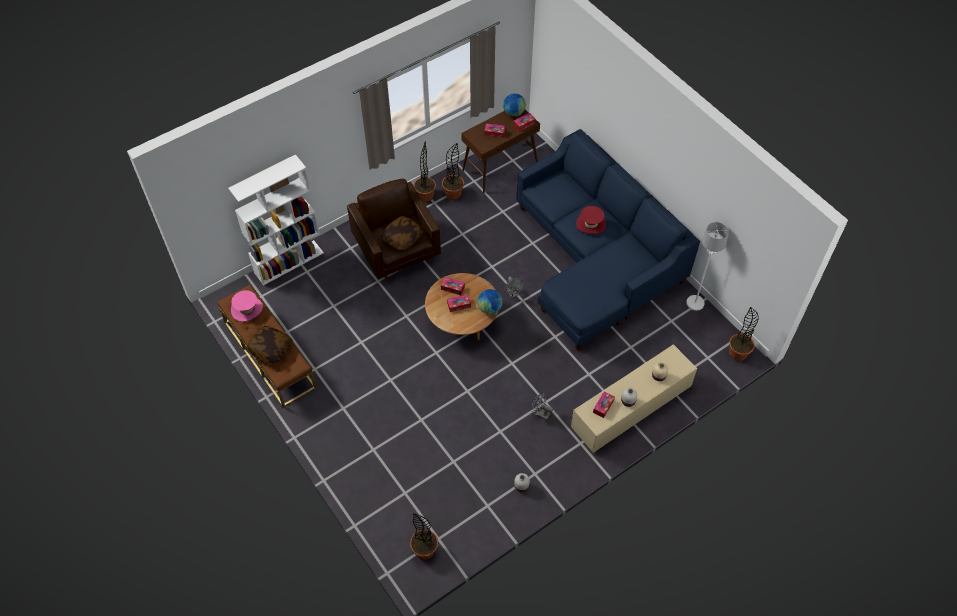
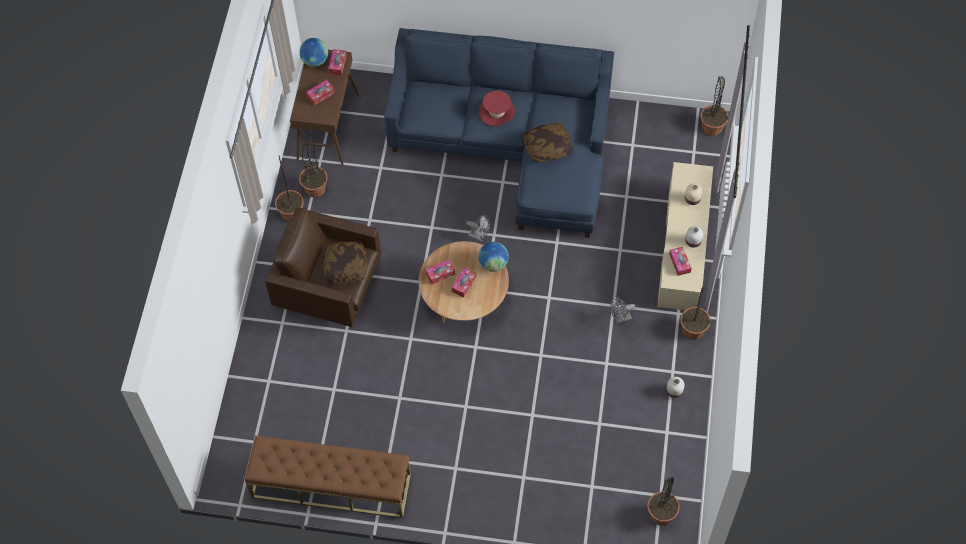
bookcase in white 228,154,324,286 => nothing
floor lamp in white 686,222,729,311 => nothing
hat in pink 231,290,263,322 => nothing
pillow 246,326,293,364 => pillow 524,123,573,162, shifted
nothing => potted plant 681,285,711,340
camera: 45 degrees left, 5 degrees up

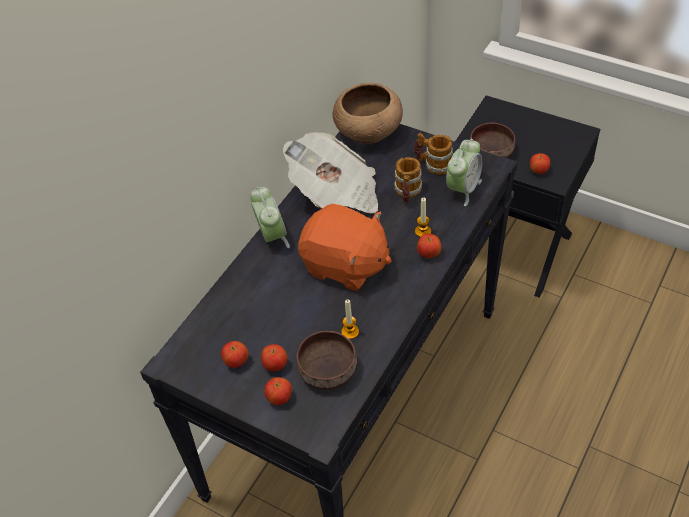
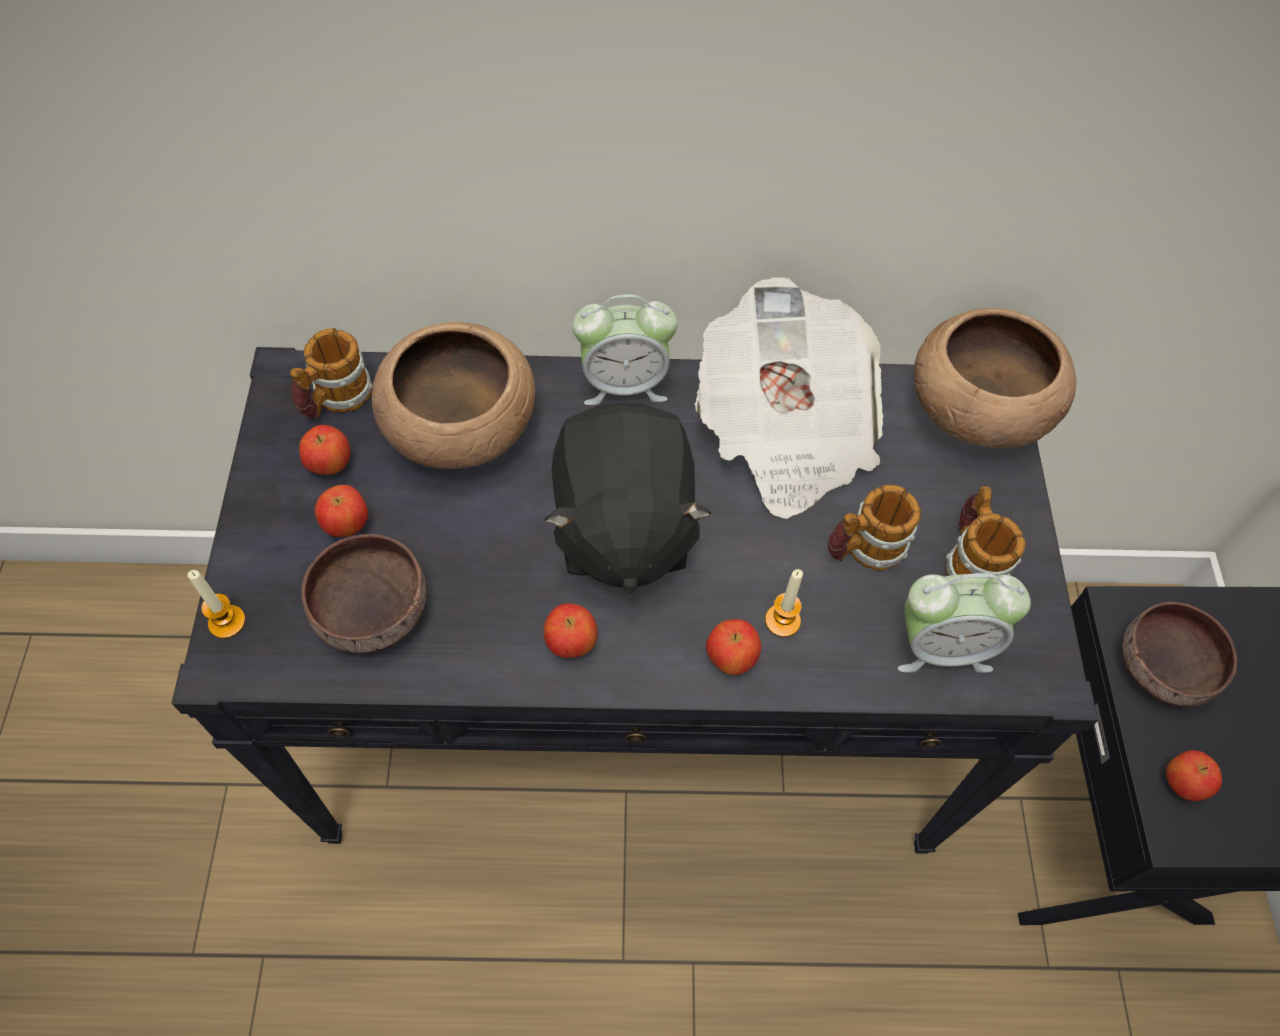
alarm clock 250,187,290,248 => alarm clock 572,294,678,405, 45 degrees clockwise
plush toy in orange 298,204,392,291 => plush toy in black 544,403,711,594
candle 341,300,359,339 => candle 187,570,246,639, shifted
apple 264,377,292,405 => apple 543,603,597,658, shifted
nothing => bowl in brown 372,322,535,469
nothing => mug 290,328,372,419
camera: 55 degrees right, 10 degrees up

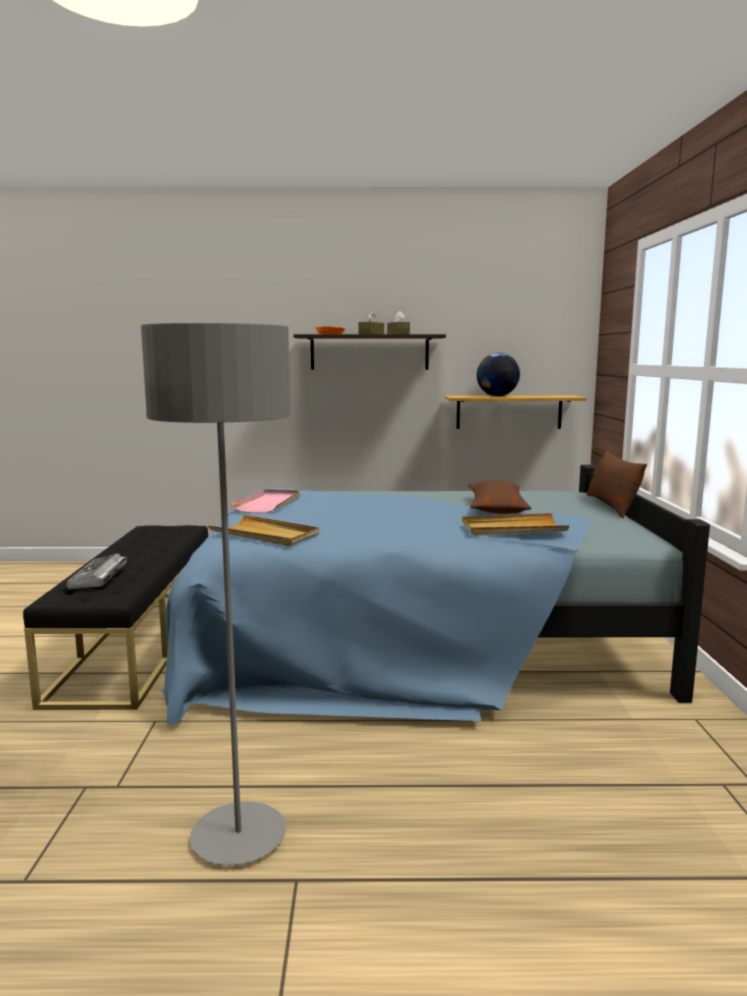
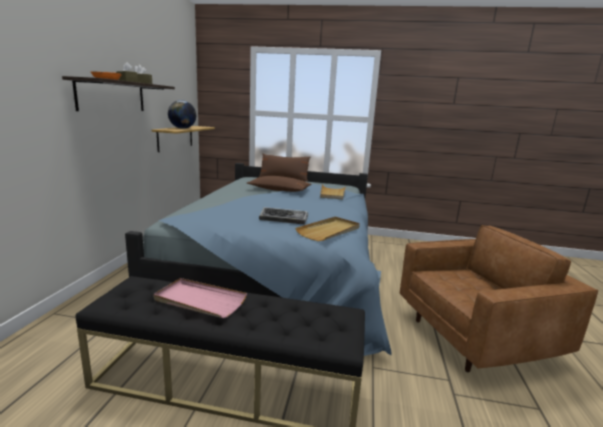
floor lamp in grey 141,323,291,865 => armchair in brown 400,225,598,372
tray in pink 231,489,300,513 => tray in pink 153,278,247,318, shifted
keyboard 66,553,127,589 => keyboard 259,207,308,225, shifted
camera: 80 degrees left, 5 degrees up

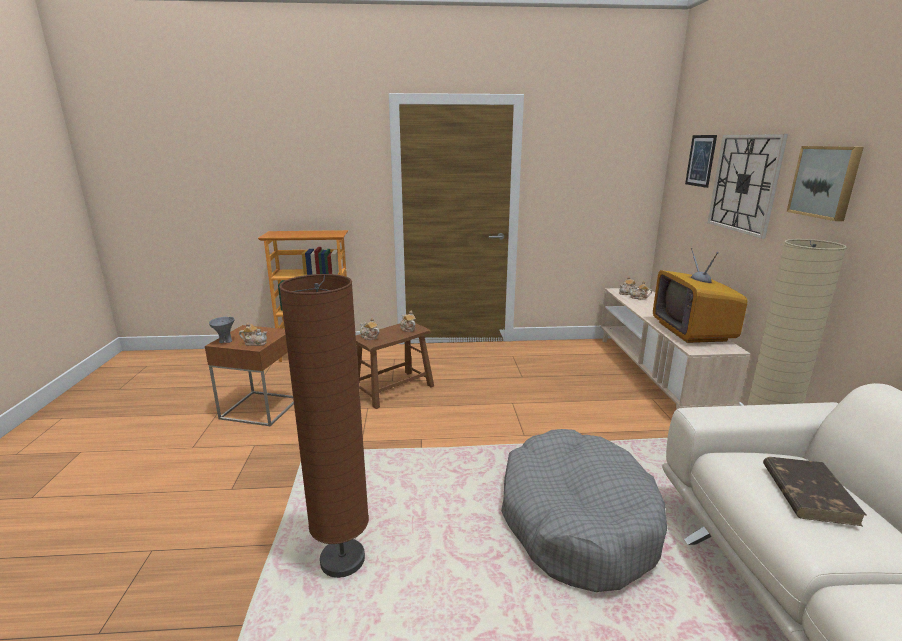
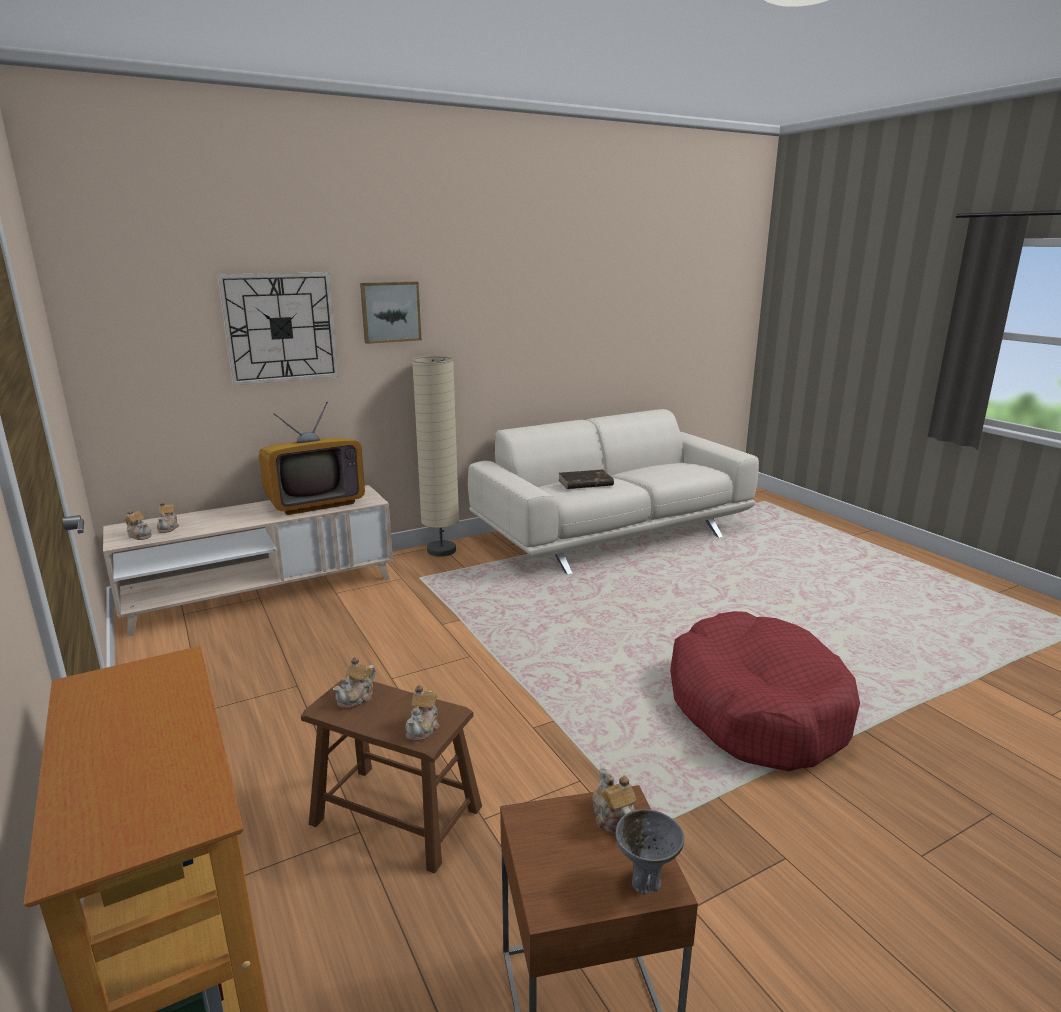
picture 685,135,717,188 => nothing
floor lamp in brown 279,274,369,578 => dog bed in red 670,611,860,771
dog bed in grey 501,429,667,592 => nothing
camera: 115 degrees left, 0 degrees up

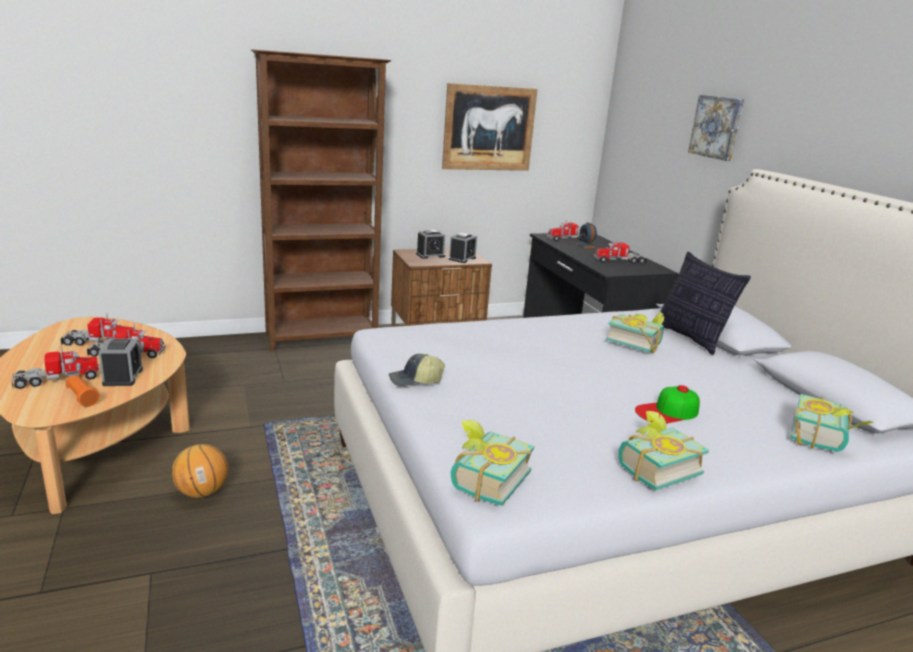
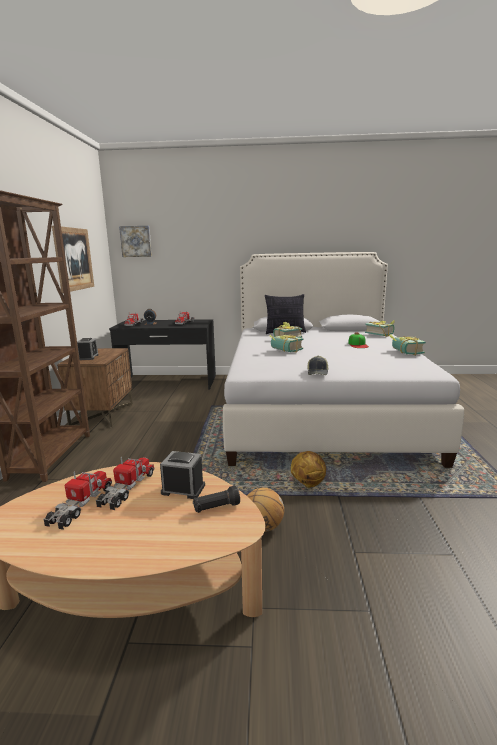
picture 688,95,744,161 => picture 119,226,152,257, shifted
alarm clock 449,233,477,263 => nothing
toy truck 11,346,100,389 => nothing
flashlight in orange 65,375,100,407 => flashlight in black 193,486,240,513
book 450,420,534,506 => book 269,335,304,353, shifted
nothing => basketball 291,451,326,488
camera: 65 degrees left, 5 degrees down

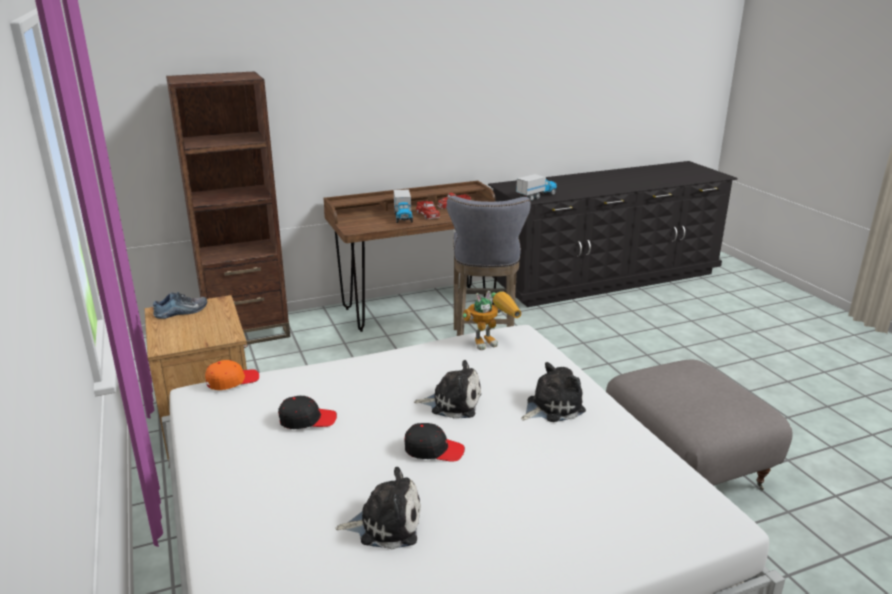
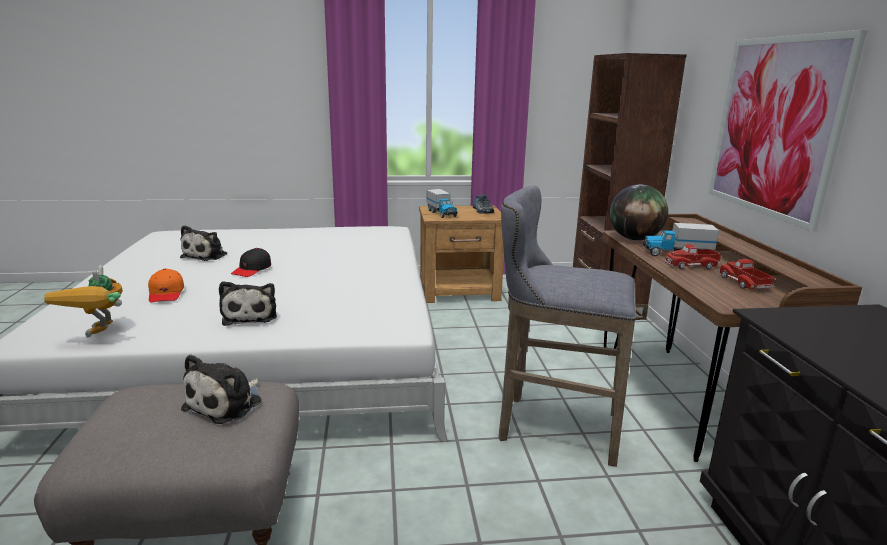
toy truck 516,174,557,201 => toy truck 426,189,457,218, shifted
toy robot 462,291,522,350 => toy robot 44,265,123,337, shifted
cap in orange 205,360,259,390 => cap in orange 148,269,184,303, shifted
plush toy 414,360,481,419 => plush toy 181,354,261,424, shifted
cap in black 278,396,337,429 => nothing
nothing => picture 709,30,867,232
nothing => globe 610,184,668,240
camera: 105 degrees right, 5 degrees down

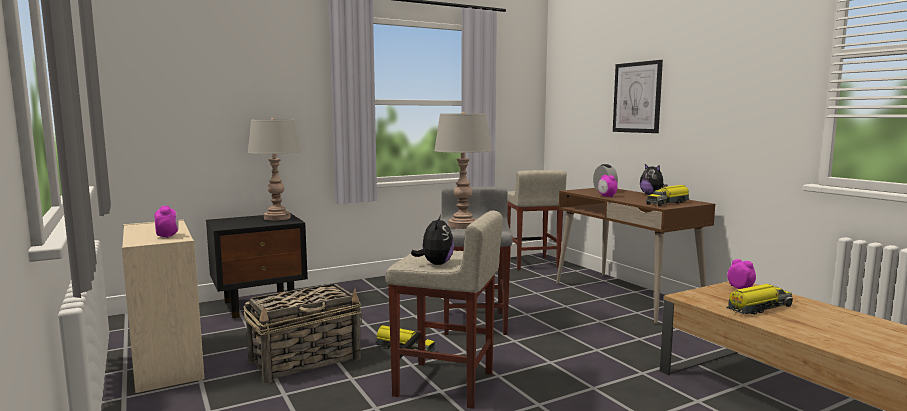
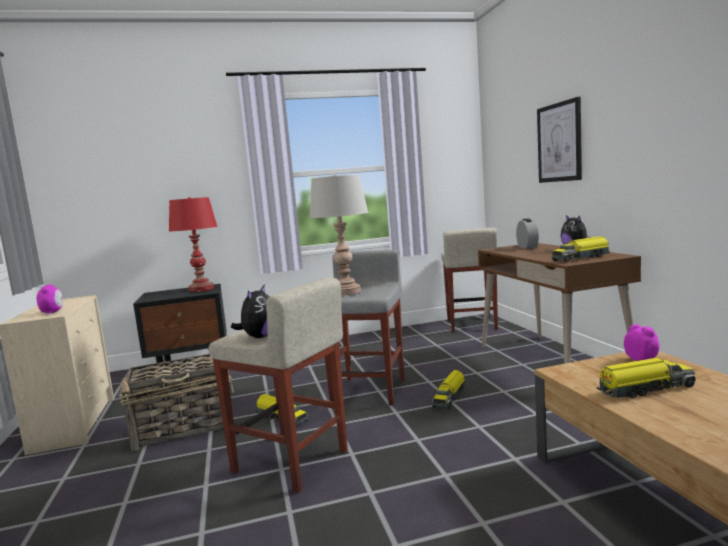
table lamp in grey 248,118,300,221 => table lamp in red 169,197,218,292
alarm clock 598,175,617,197 => nothing
nothing => toy truck 432,370,465,409
camera: 15 degrees right, 0 degrees up

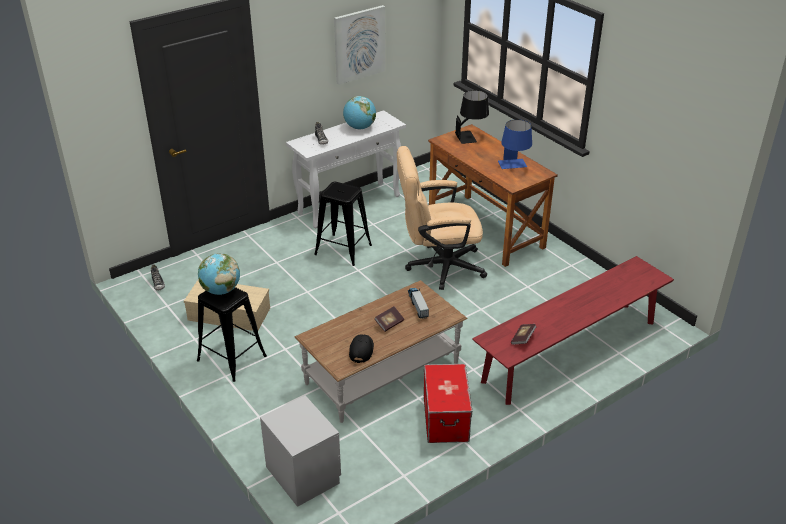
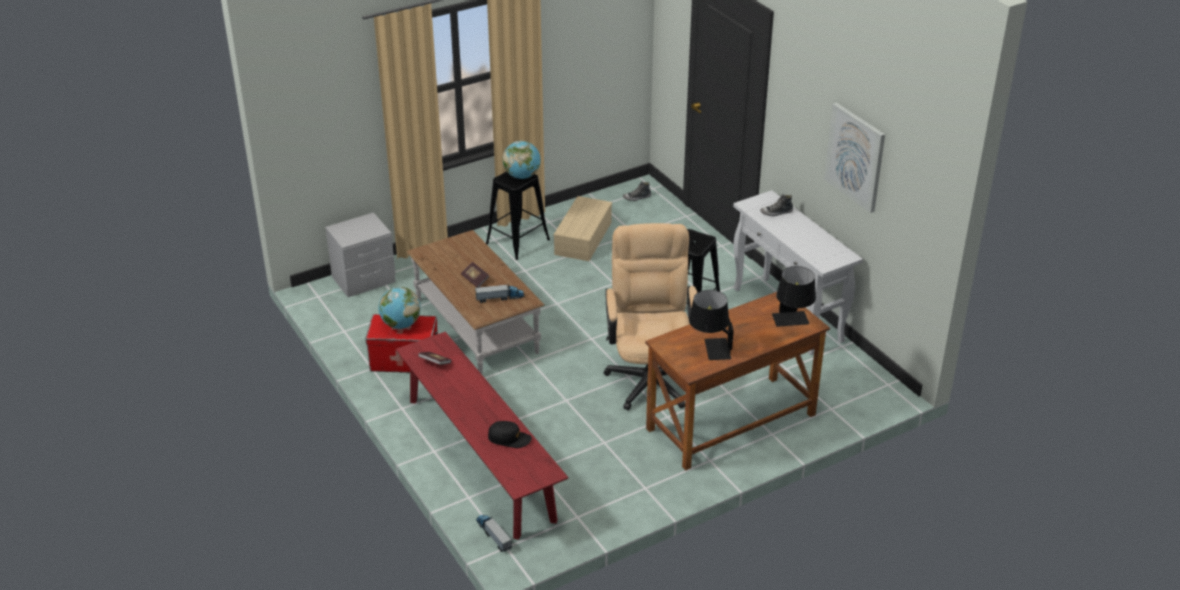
globe 343,96,376,129 => globe 379,287,421,329, shifted
table lamp in blue 498,119,532,169 => table lamp in black 689,290,734,360
cap in black 349,335,374,363 => cap in black 488,421,532,448, shifted
nothing => toy truck 476,515,512,552
camera: 95 degrees right, 0 degrees up

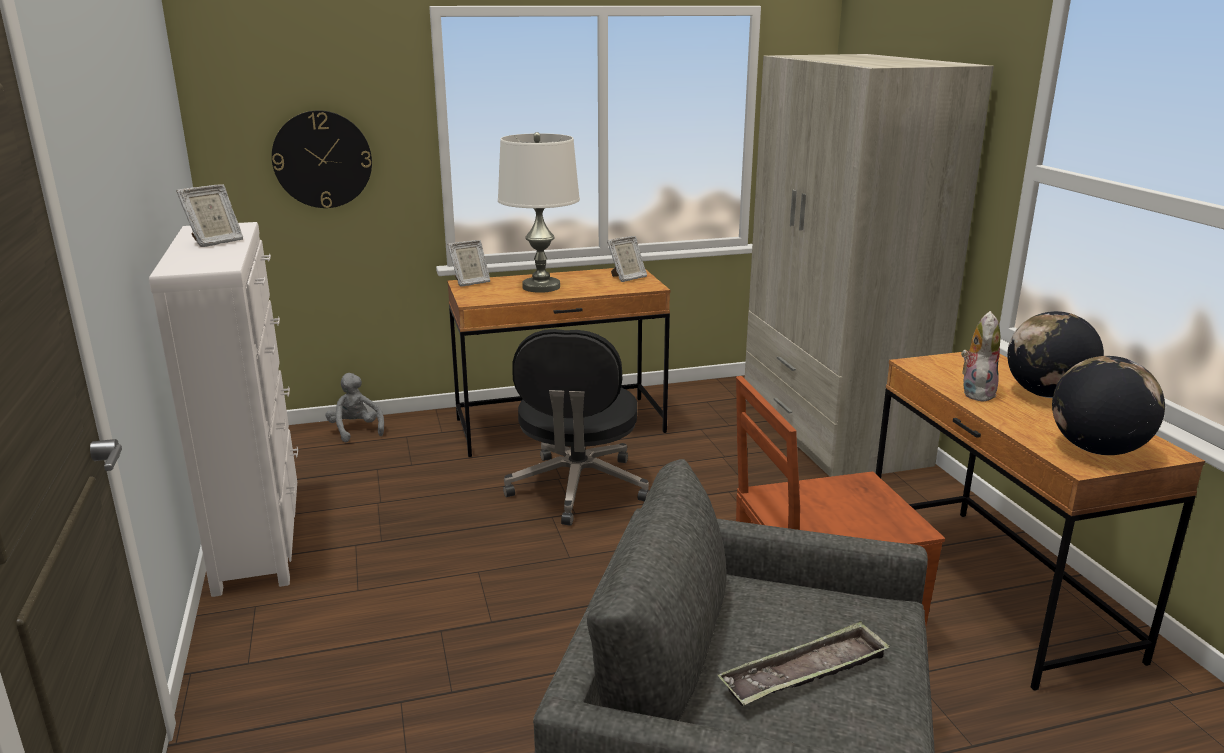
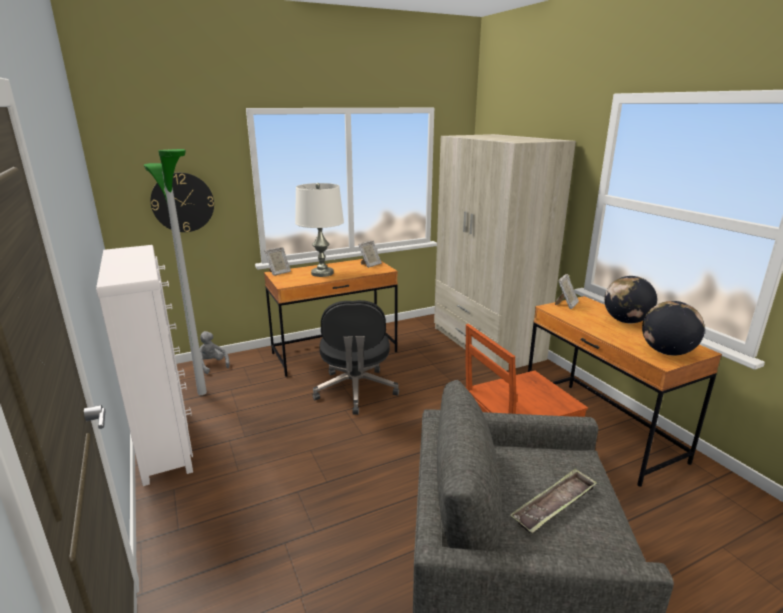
picture frame 176,184,243,247 => picture frame 555,274,579,309, shifted
plush toy 961,311,1001,401 => nothing
nothing => floor lamp 144,149,207,395
camera: 10 degrees left, 0 degrees up

